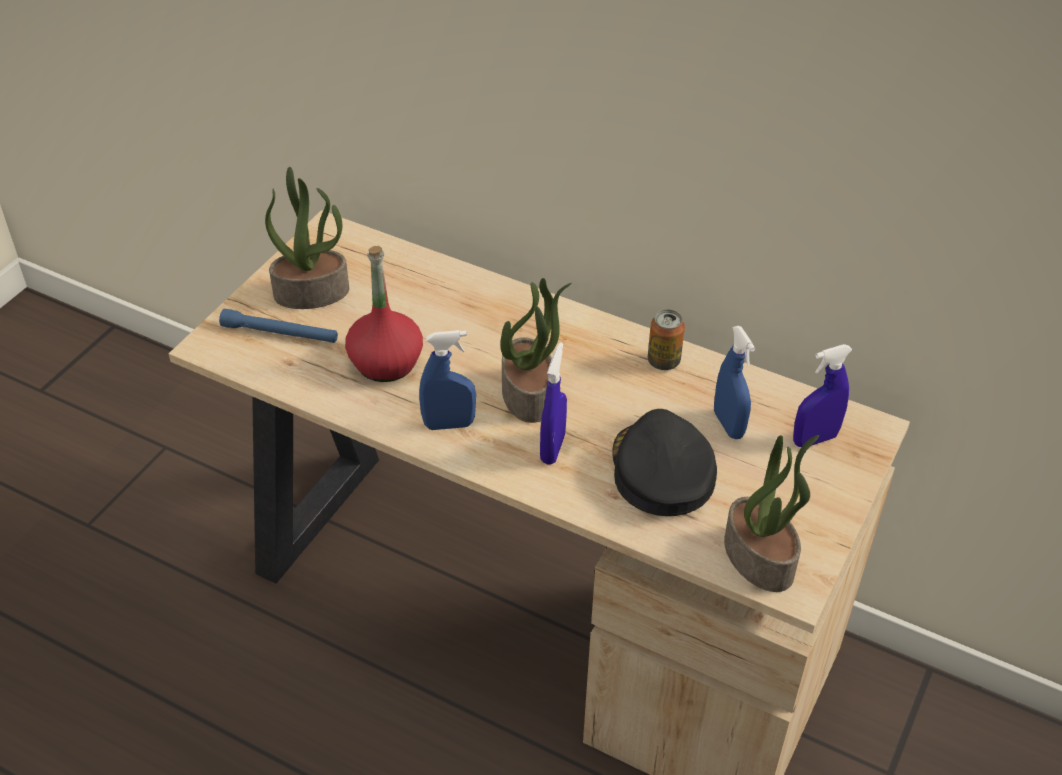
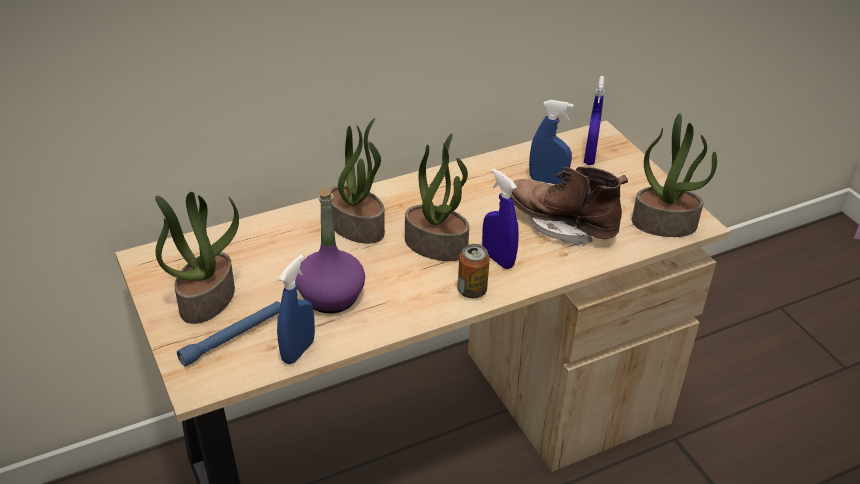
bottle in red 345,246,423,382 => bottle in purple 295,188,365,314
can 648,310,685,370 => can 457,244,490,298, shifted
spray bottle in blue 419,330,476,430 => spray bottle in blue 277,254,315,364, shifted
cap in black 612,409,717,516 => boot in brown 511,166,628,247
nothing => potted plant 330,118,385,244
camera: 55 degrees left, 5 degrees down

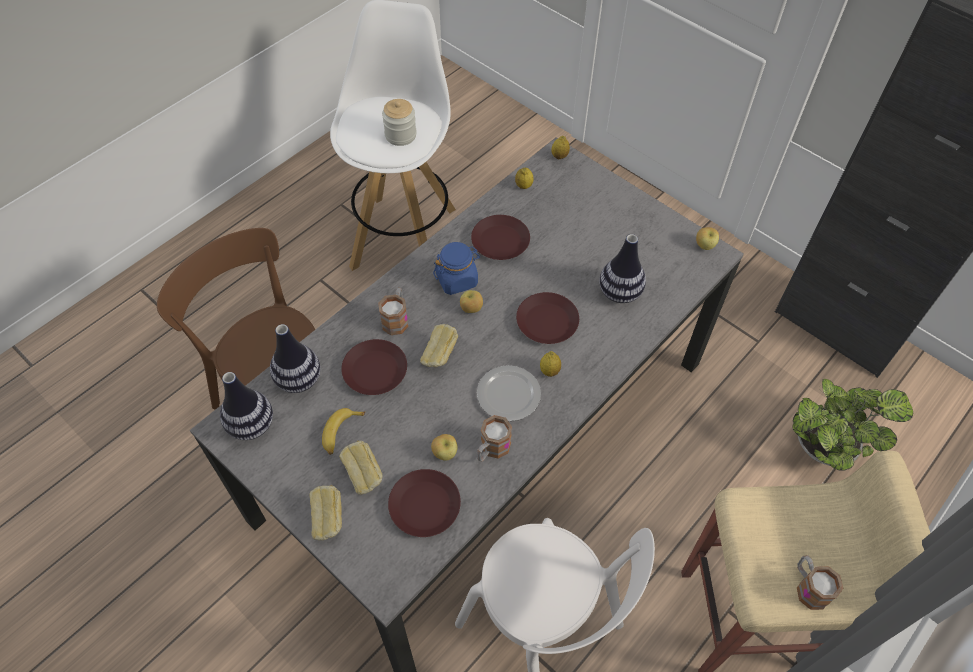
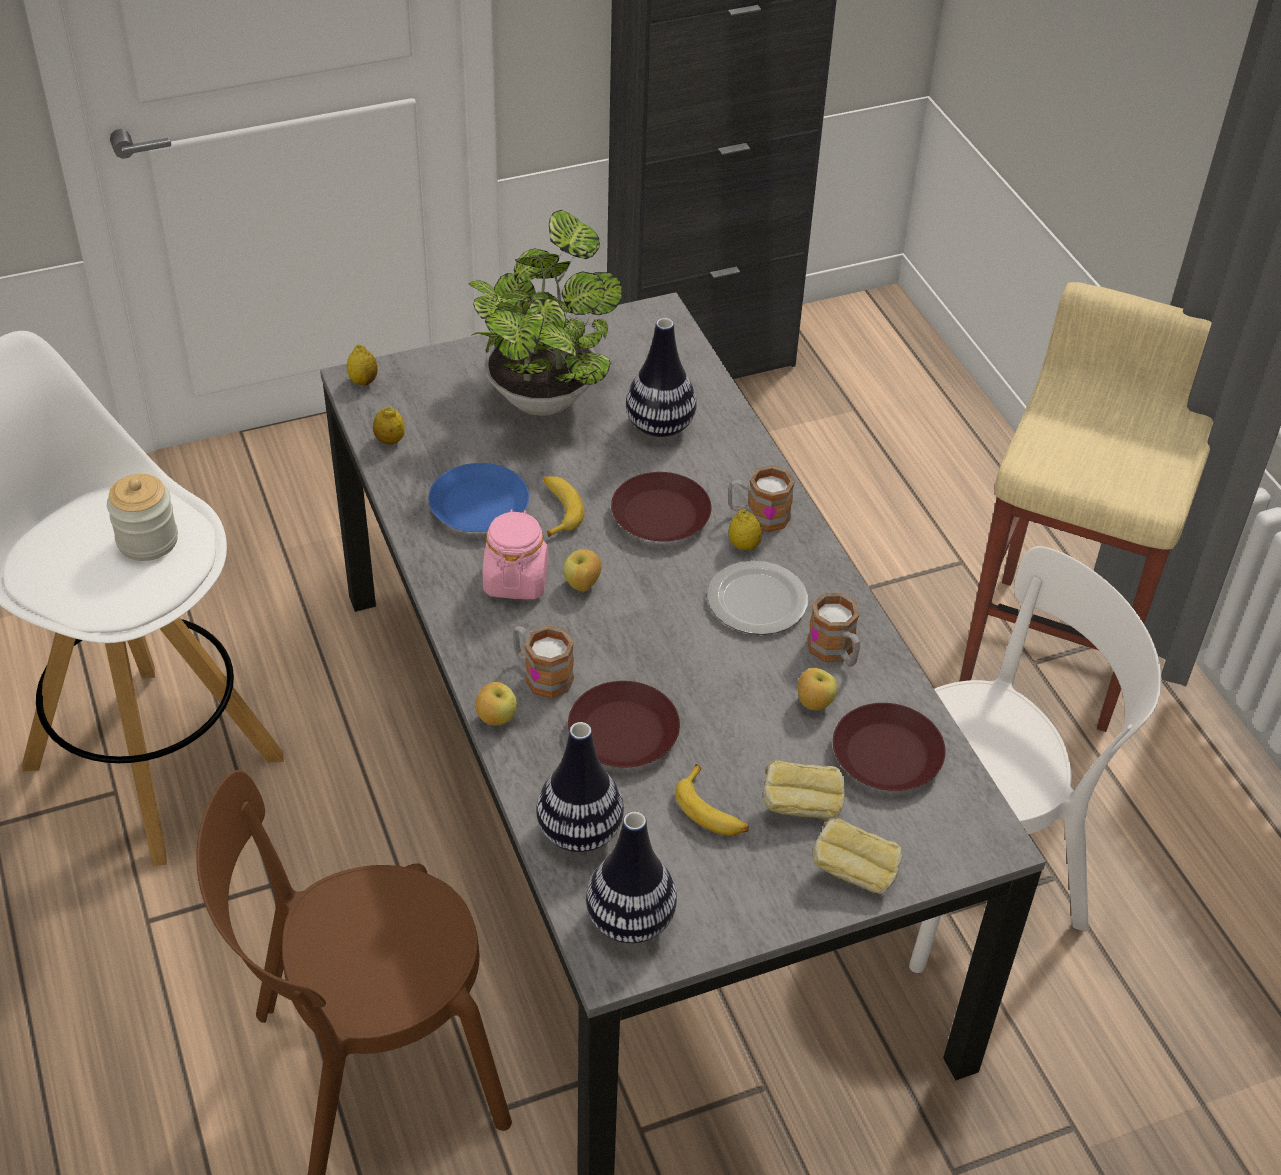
plate in brown 471,215,530,260 => plate in blue 429,463,529,532
apple 696,227,719,250 => apple 475,682,517,726, shifted
jar in blue 433,242,480,295 => jar in pink 483,509,548,599
bread 420,324,458,367 => nothing
potted plant 793,379,913,471 => potted plant 469,210,622,416, shifted
mug 797,555,843,610 => mug 728,465,795,532, shifted
nothing => banana 543,476,584,537
camera: 65 degrees left, 10 degrees down

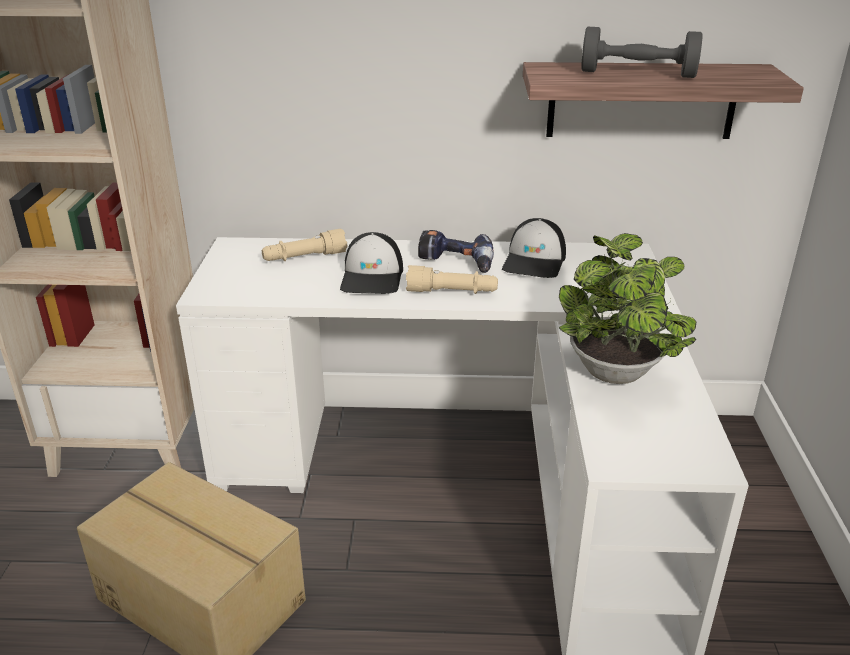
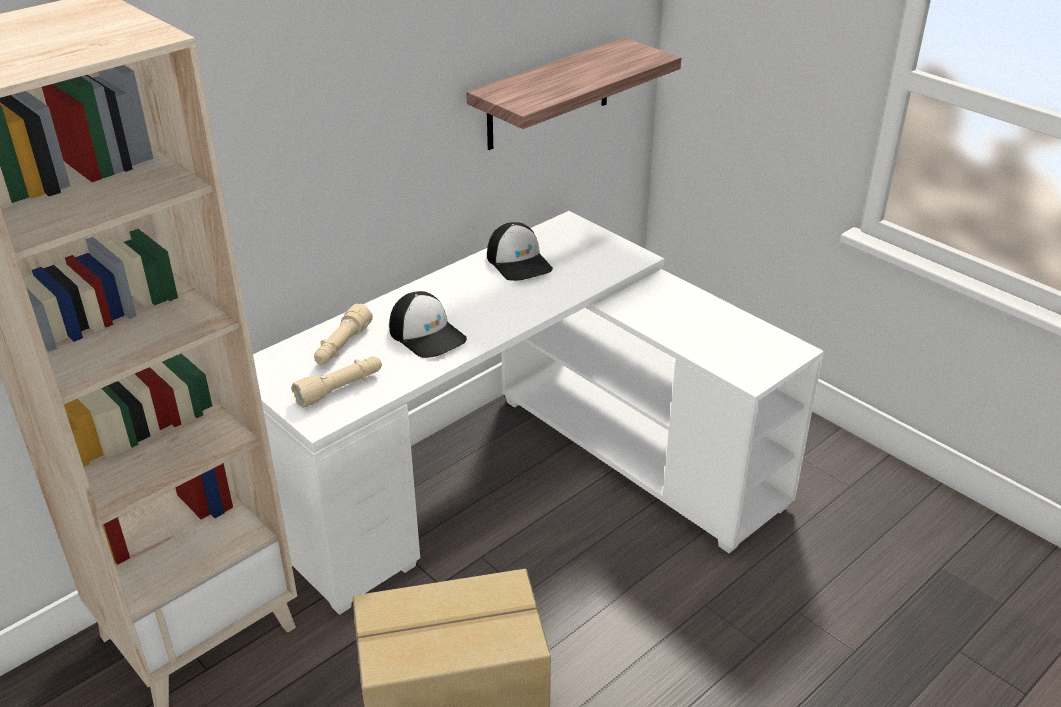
dumbbell in grey 581,27,702,78 => nothing
power drill 418,230,494,273 => nothing
potted plant 559,233,696,384 => nothing
flashlight in beige 406,265,498,294 => flashlight in beige 291,356,382,408, shifted
camera: 45 degrees left, 5 degrees up

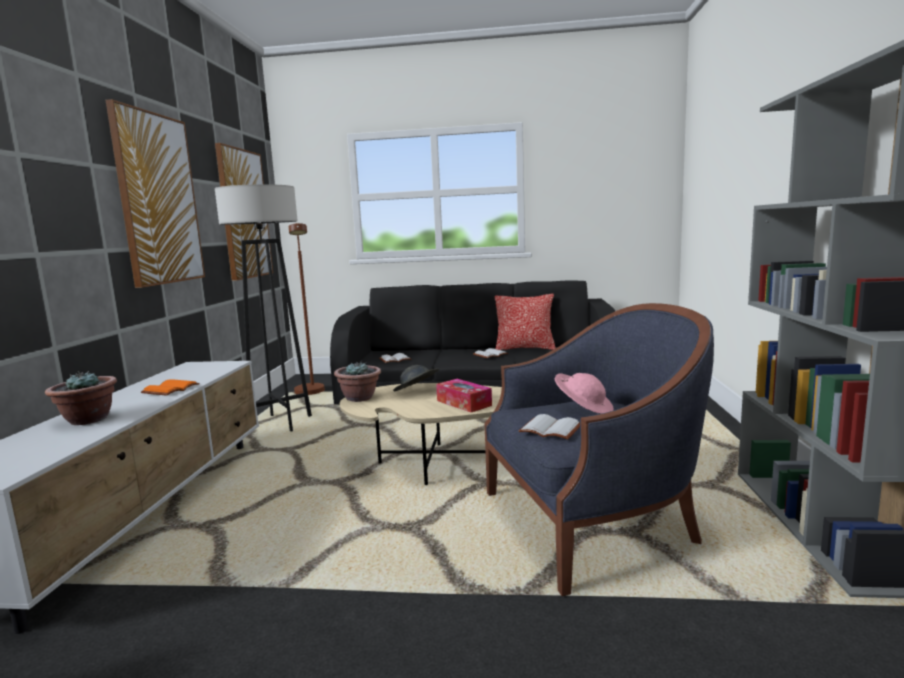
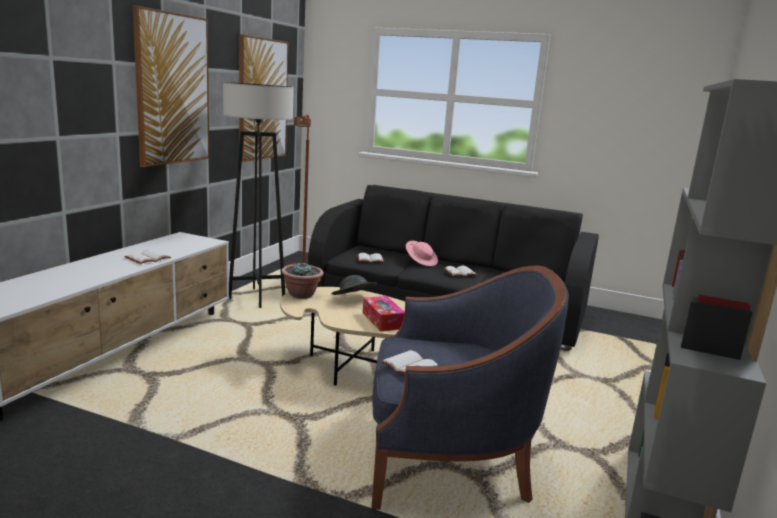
pillow 495,294,556,350 => nothing
potted plant 45,371,117,425 => nothing
hat in pink 555,373,613,414 => hat in pink 406,241,438,266, shifted
book in orange 141,379,200,396 => book in white 125,249,171,264
camera: 15 degrees right, 5 degrees up

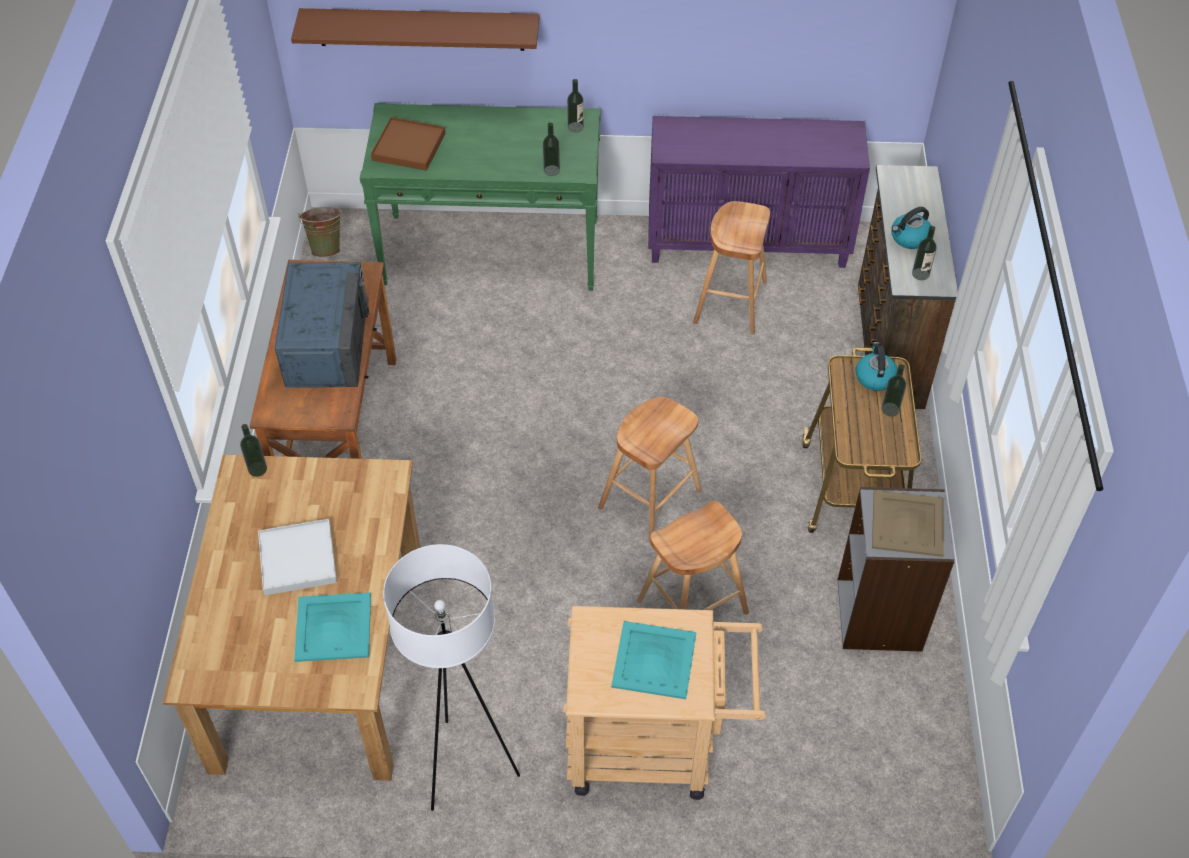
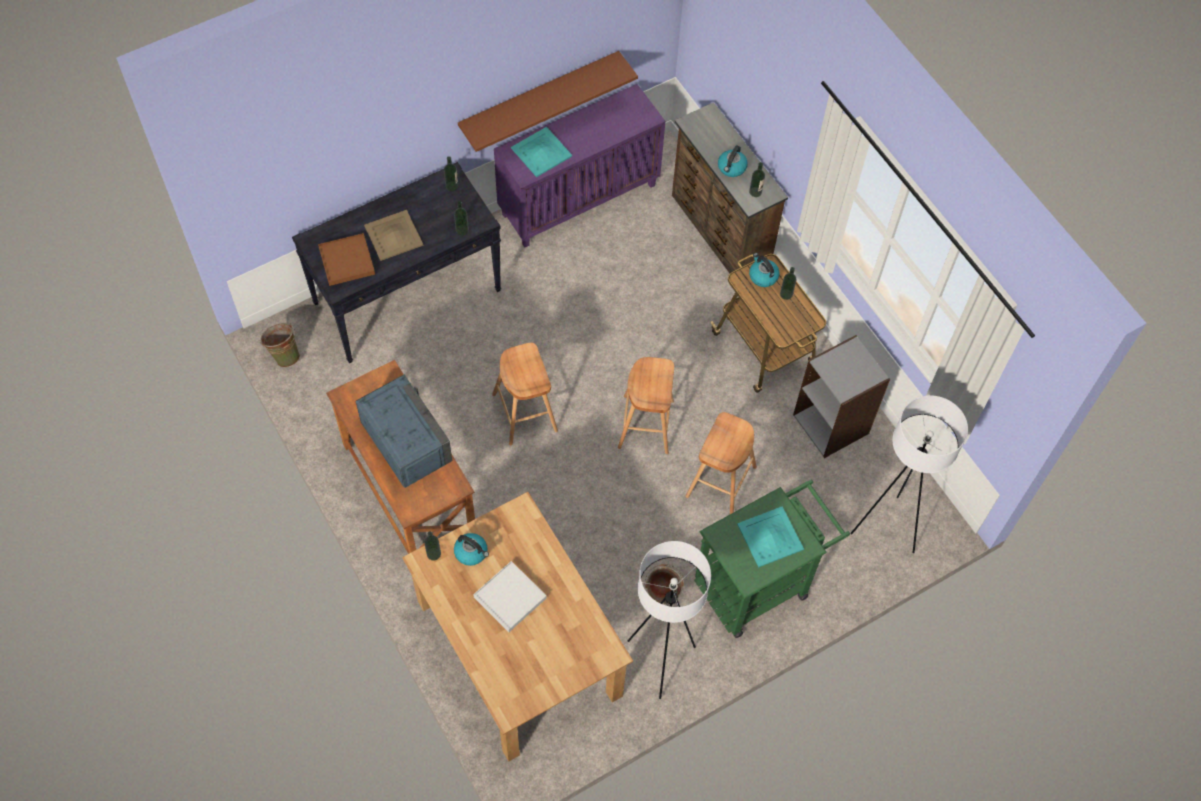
shelf in brown 291,8,539,51 => shelf in brown 458,51,638,152, shifted
console table in green 360,103,601,291 => console table in black 292,162,501,364
stool in brown 693,201,770,335 => stool in brown 492,343,558,445, shifted
tray in beige 872,490,944,557 => tray in beige 364,210,423,261, shifted
tray in turquoise 294,593,371,662 => tray in turquoise 511,127,572,177, shifted
cart in beige 563,606,766,800 => cart in green 694,480,850,638
nothing => floor lamp in white 851,395,968,553
nothing => kettle 454,533,489,566
nothing => bucket in green 645,564,684,604
camera: 35 degrees left, 10 degrees up

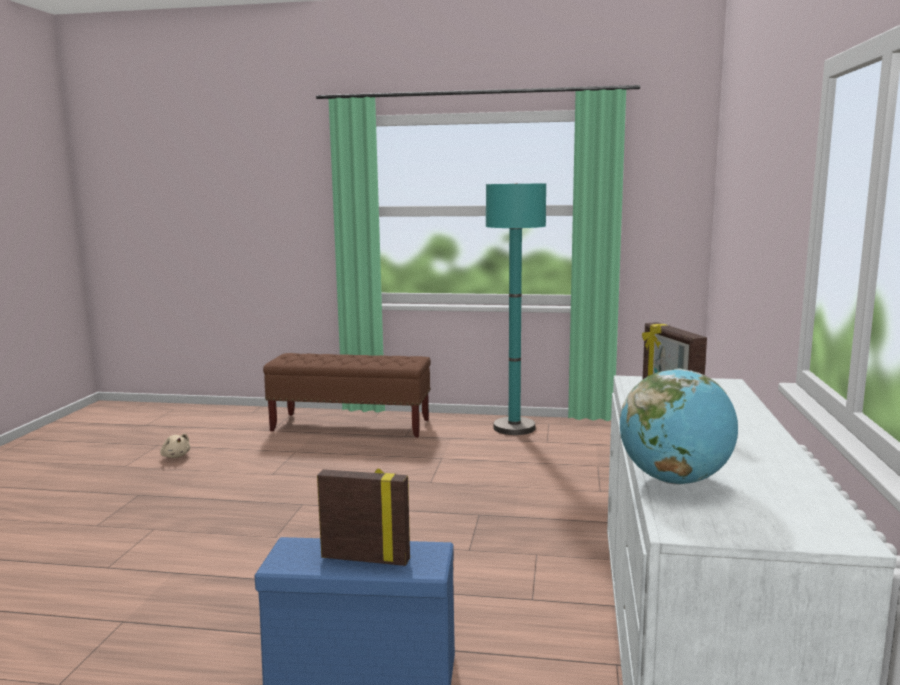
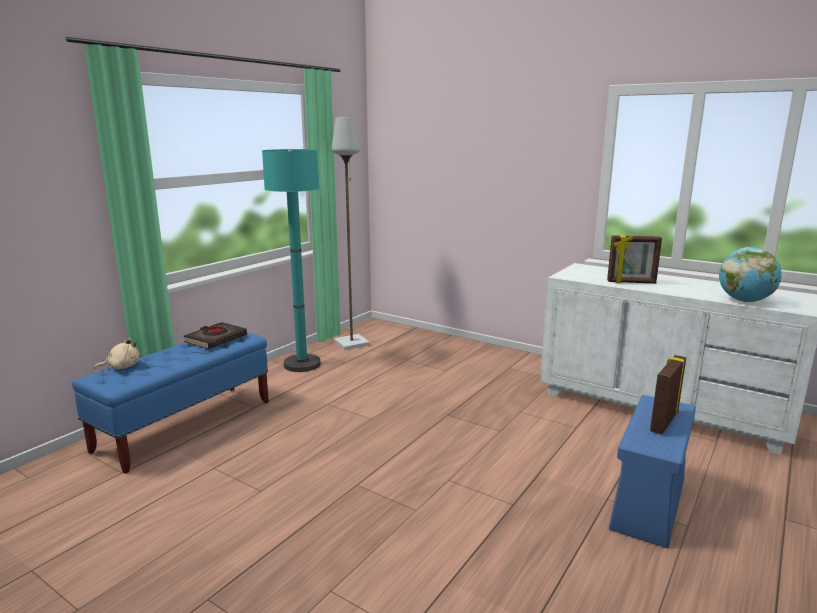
bench in brown 263,353,431,438 => bench in blue 72,333,269,474
plush toy in beige 160,433,190,458 => plush toy in beige 95,338,140,369, shifted
nothing => floor lamp in grey 331,117,370,350
nothing => book in black 184,322,247,349
camera: 65 degrees left, 5 degrees up

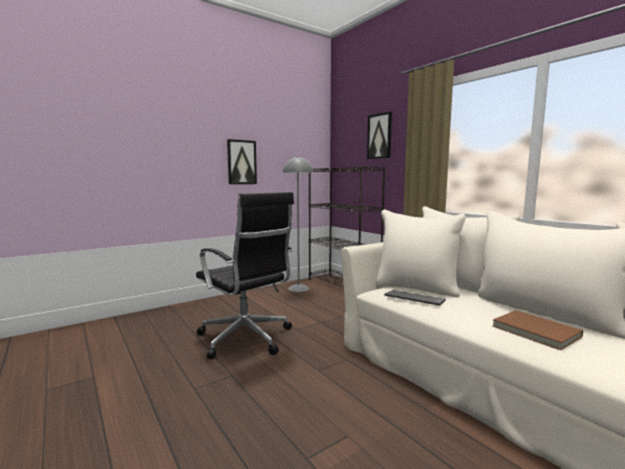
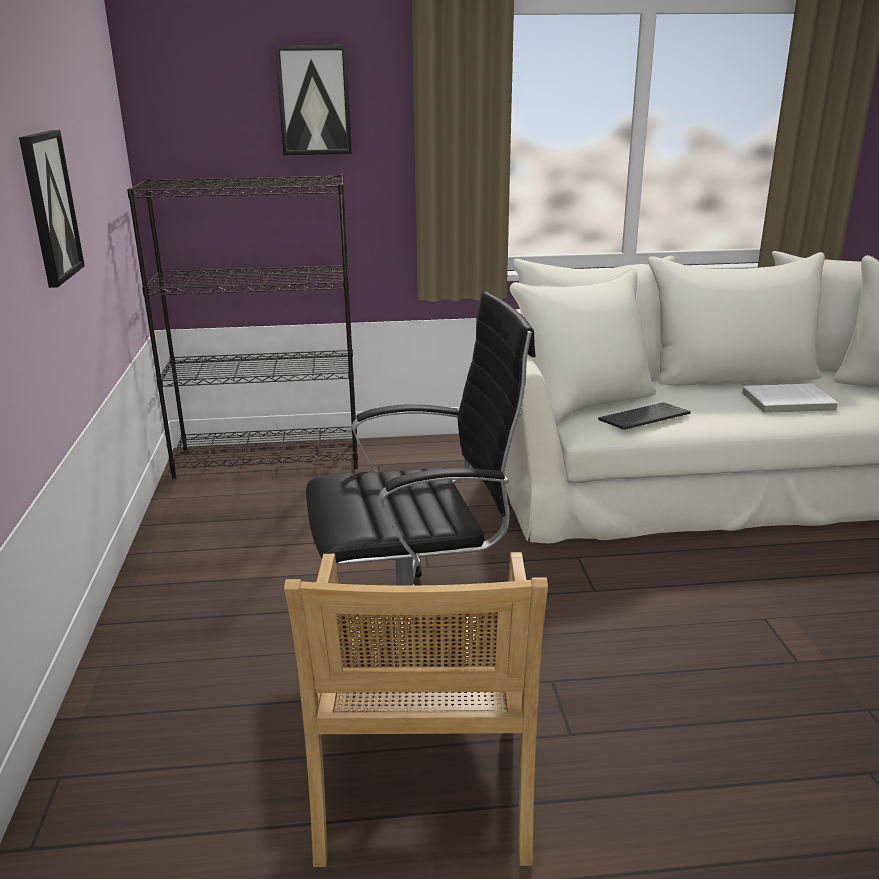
floor lamp in grey 283,156,313,292 => nothing
book in brown 493,310,583,350 => book in white 741,384,838,414
nothing => chair in beige 284,552,549,867
camera: 60 degrees left, 15 degrees up

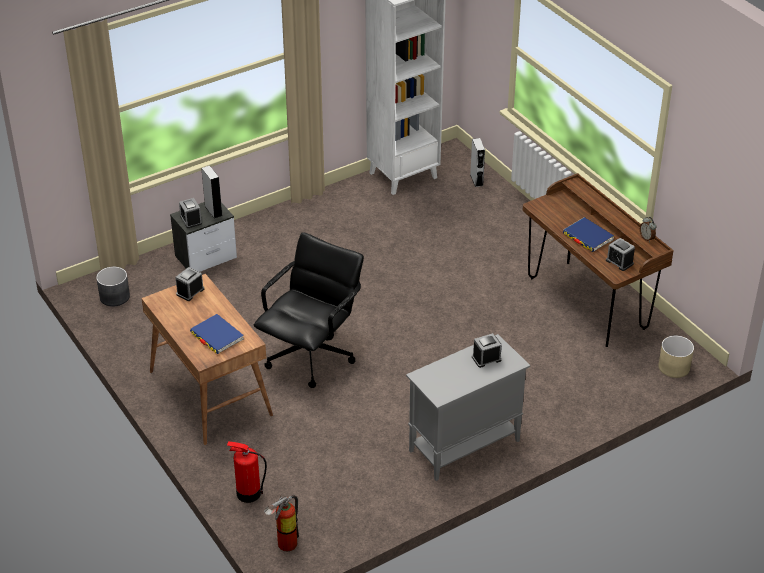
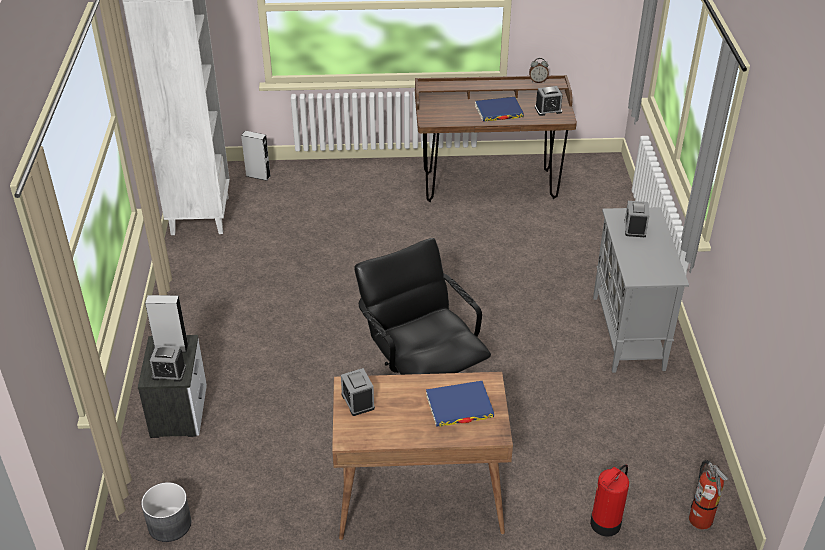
planter in beige 658,335,694,378 => nothing
camera: 60 degrees left, 0 degrees up

